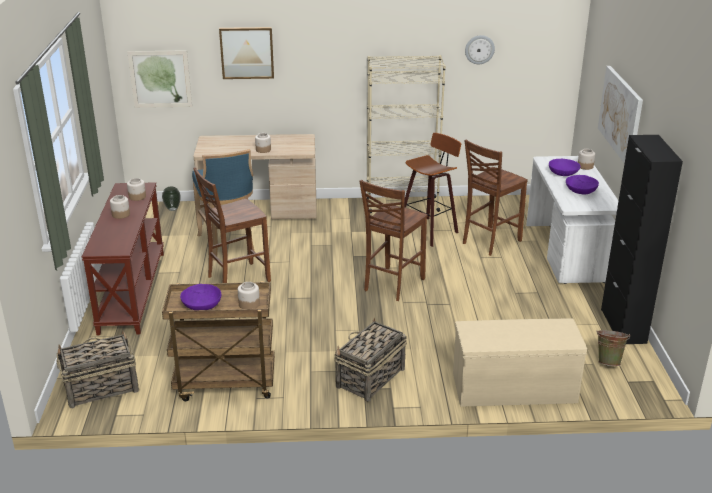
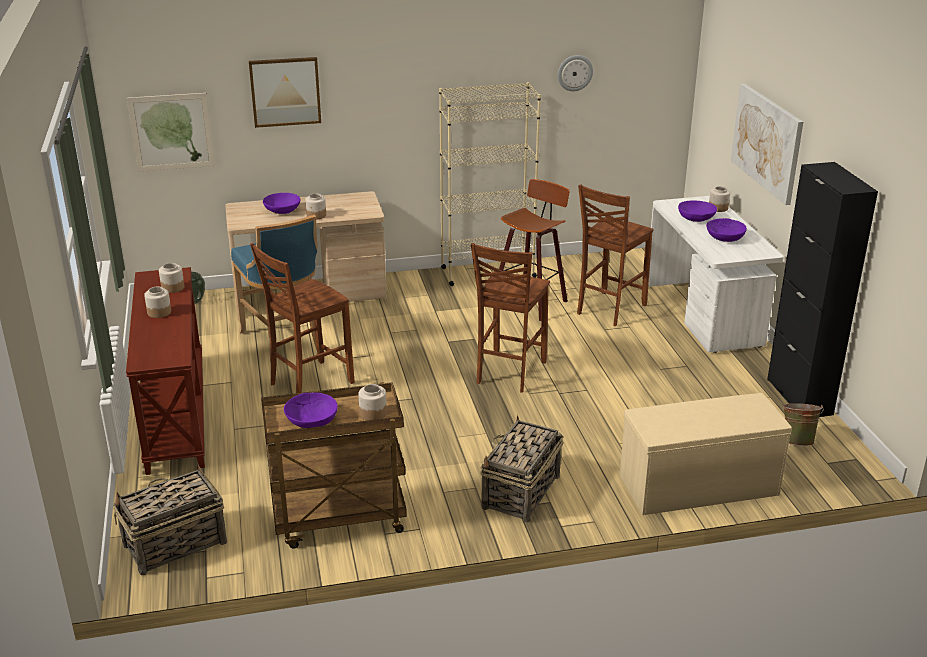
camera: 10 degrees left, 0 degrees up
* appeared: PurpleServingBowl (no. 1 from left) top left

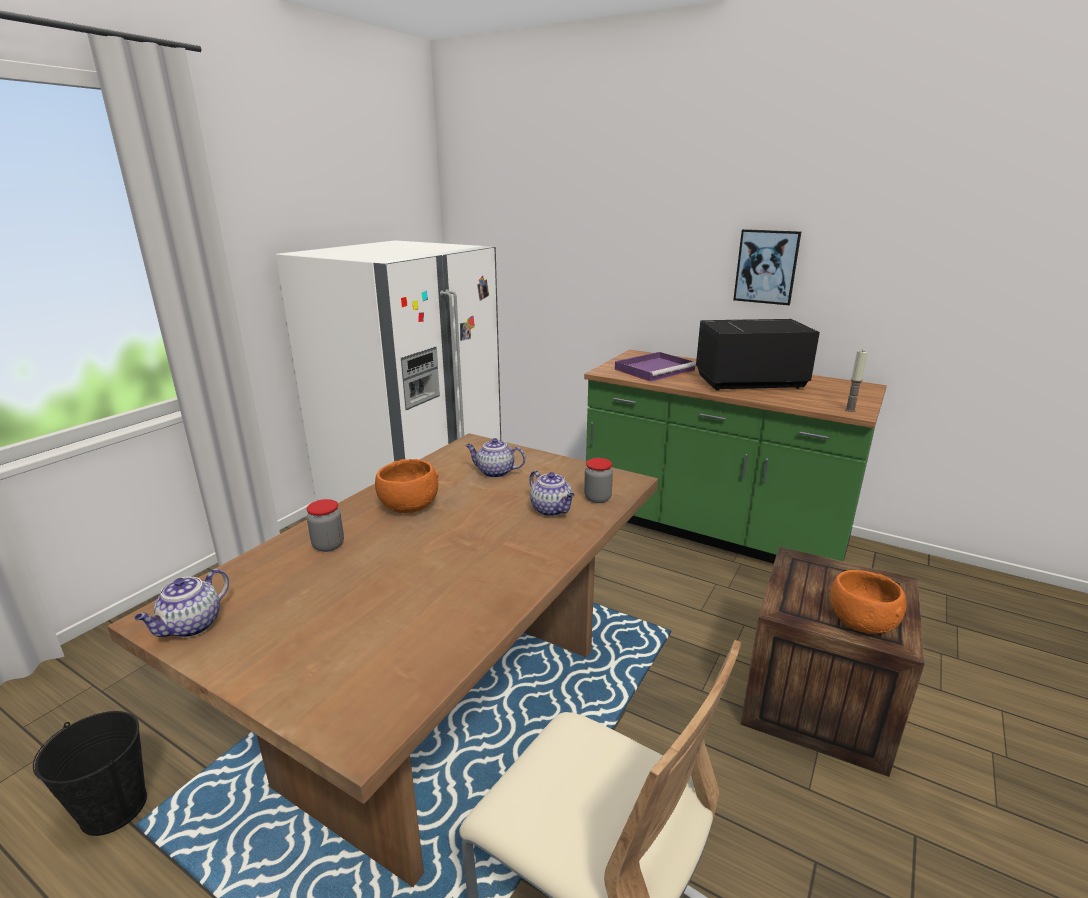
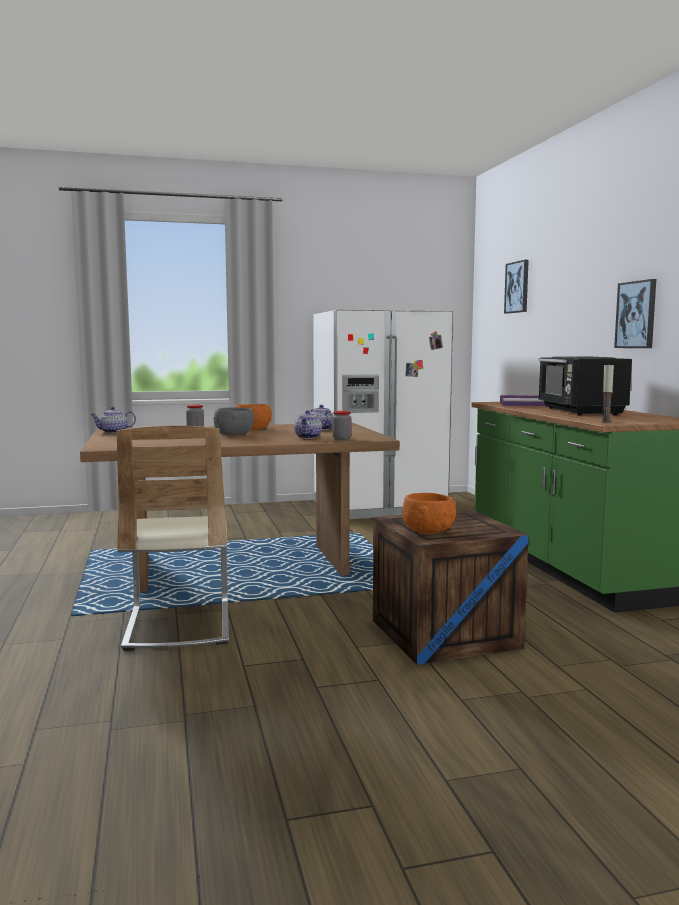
camera: 45 degrees right, 15 degrees down
* spun: BlackKitchenMicrowave middle right = middle right 135 degrees counterclockwise
* missing: BlackWaterBucket bottom left
* appeared: WallPicture (no. 1 from left) top right
* appeared: GreyServingBowl centre

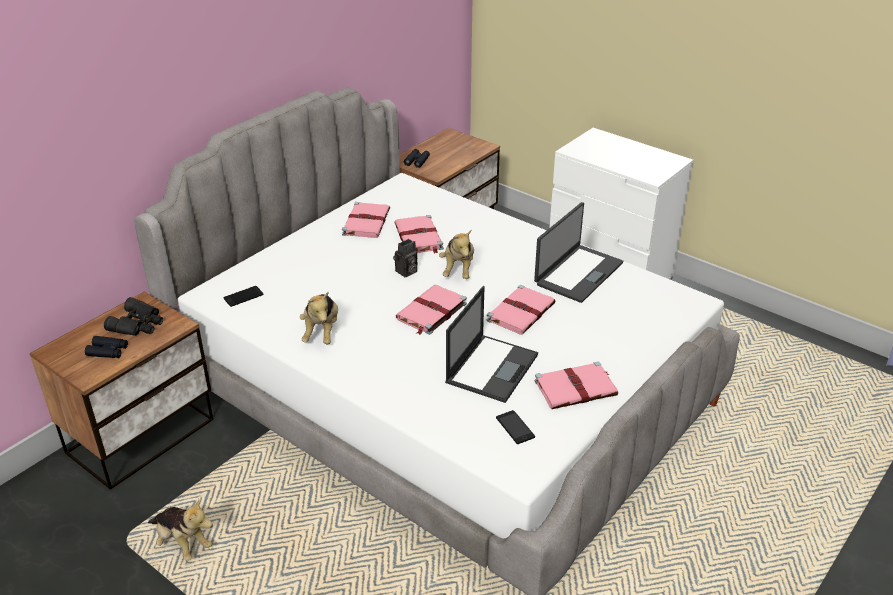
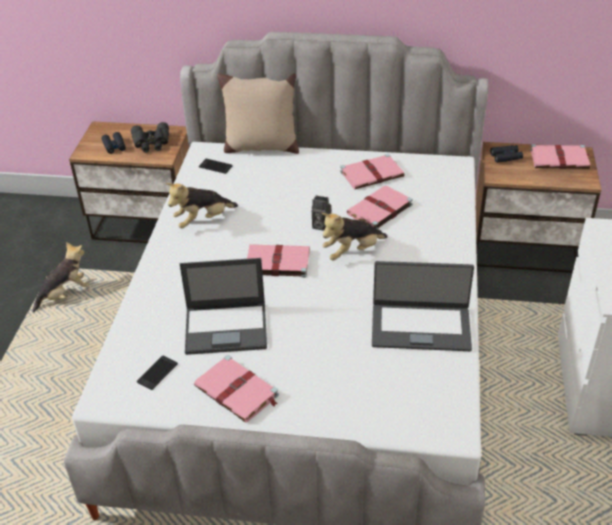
camera: 60 degrees right, 5 degrees up
* relocated: PinkColouredBook (no. 4 from left in the first image) centre to PinkColouredBook (no. 5 from left) top right
* spun: CuddlyToy (no. 1 from left) bottom left = middle left 135 degrees counterclockwise
* appeared: BeigeColouredCushion top centre

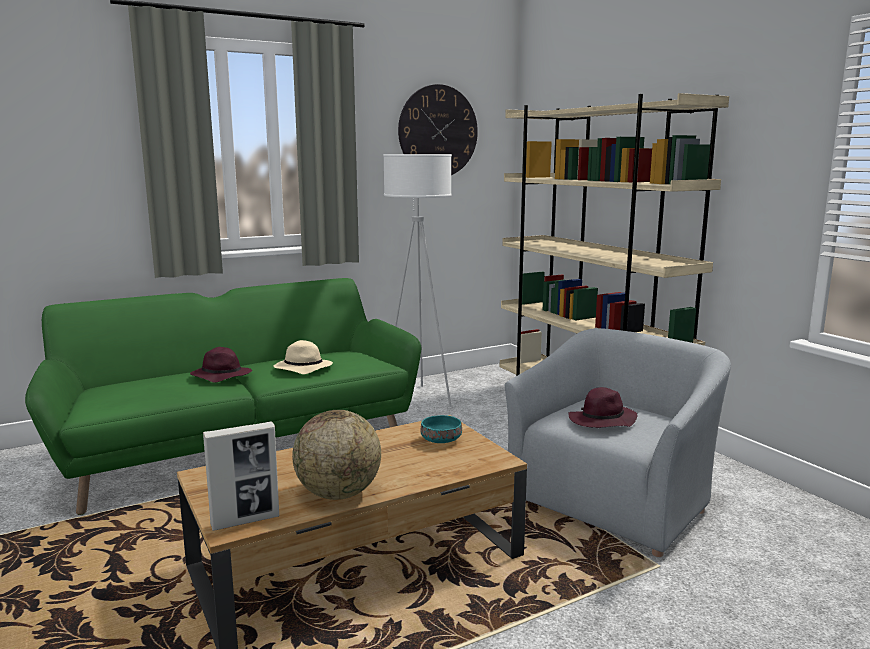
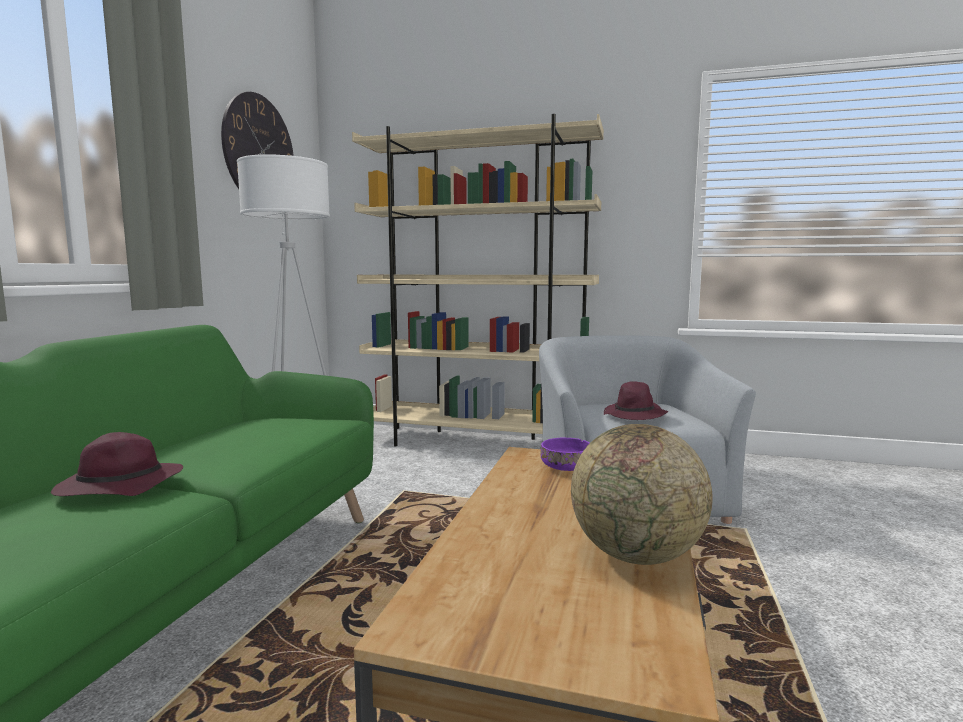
camera: 45 degrees left, 5 degrees down
* missing: BeigeColouredWearableHat centre
* colour: BlueGreenServingBowl centre to PurpleServingBowl centre
* missing: PhotoFrame bottom left

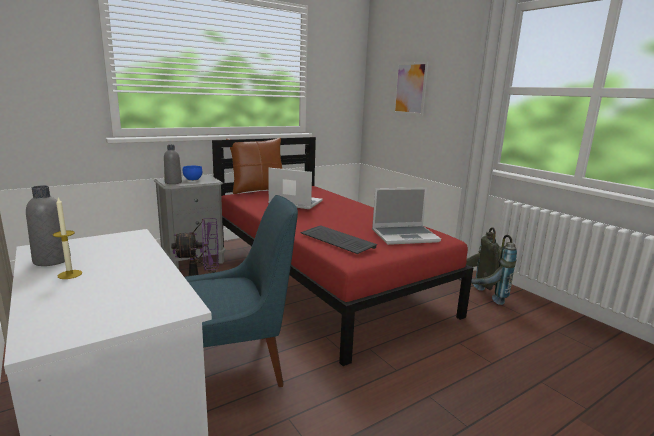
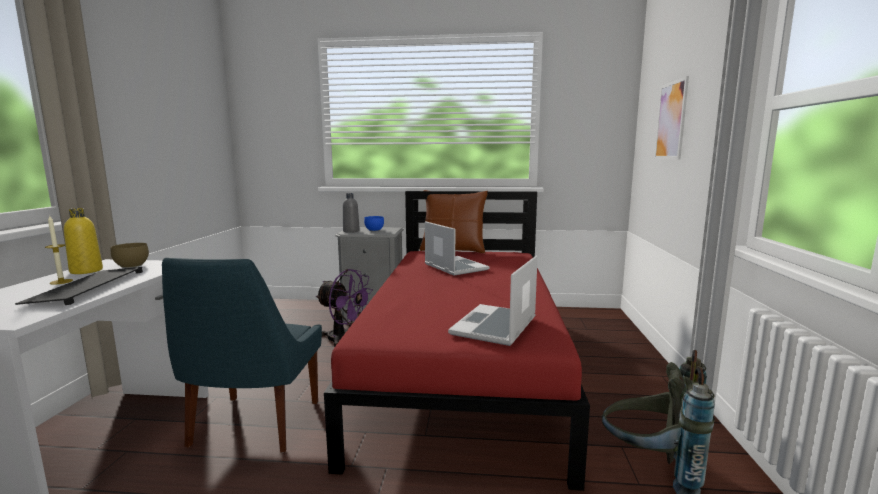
camera: 40 degrees right, 5 degrees down
* colour: GreyBottle (no. 1 from left) middle left to YellowBottle middle left
* spun: Laptop (no. 2 from left) centre = centre 90 degrees clockwise
* spun: BluishPlainChair bottom centre = bottom left 75 degrees clockwise
* relocated: PcKeyboard centre to middle left
* appeared: BrownServingBowl middle left

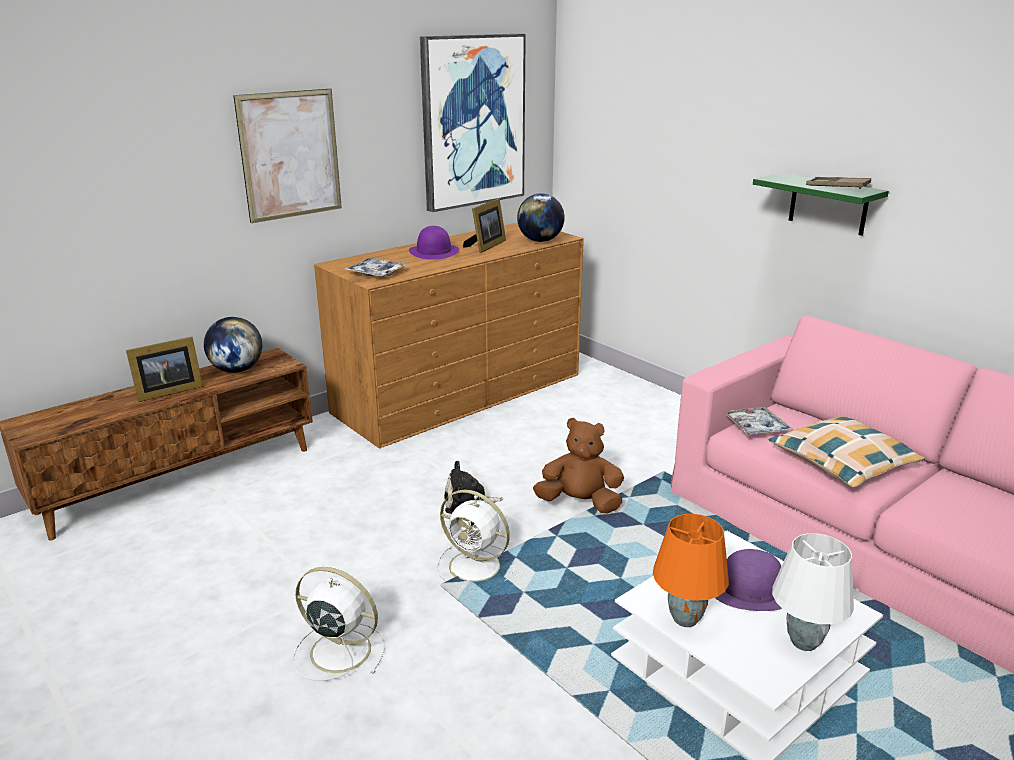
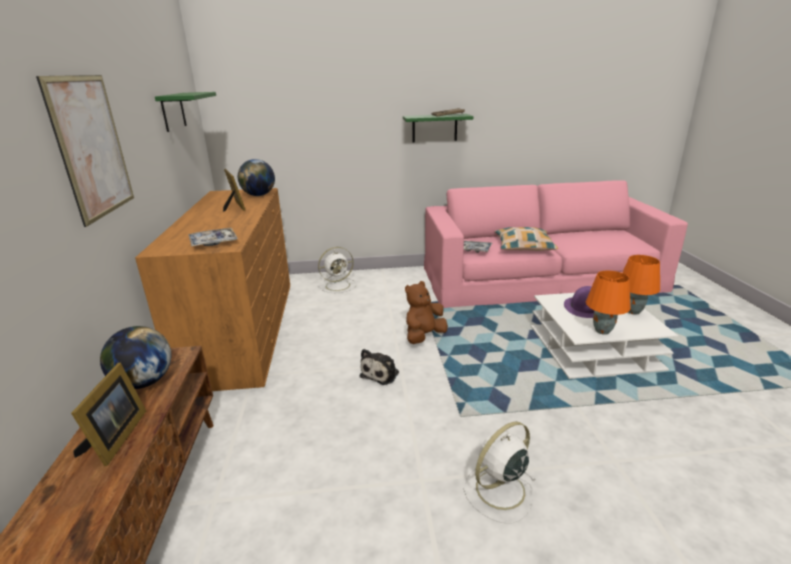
camera: 55 degrees left, 0 degrees up
* exchanged: WallPicture (no. 2 from left) top centre to GreenishShelf (no. 1 from left) top left
* missing: PurpleWearableHat (no. 1 from left) top centre
* relocated: WhiteColouredCoolingFan (no. 2 from left in the first image) bottom centre to WhiteColouredCoolingFan (no. 1 from left) centre
* colour: WhiteColouredLampForATable bottom right to OrangeLampForATable (no. 2 from left) middle right

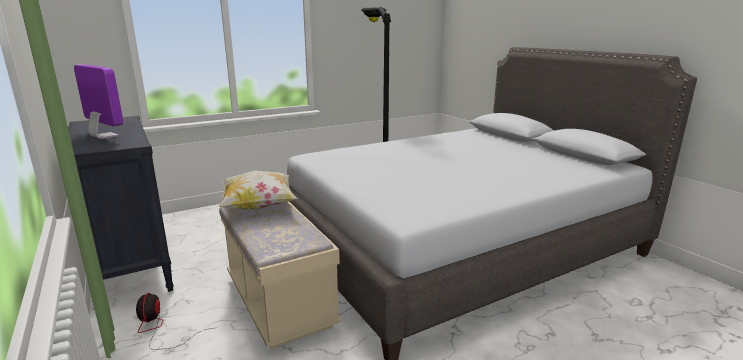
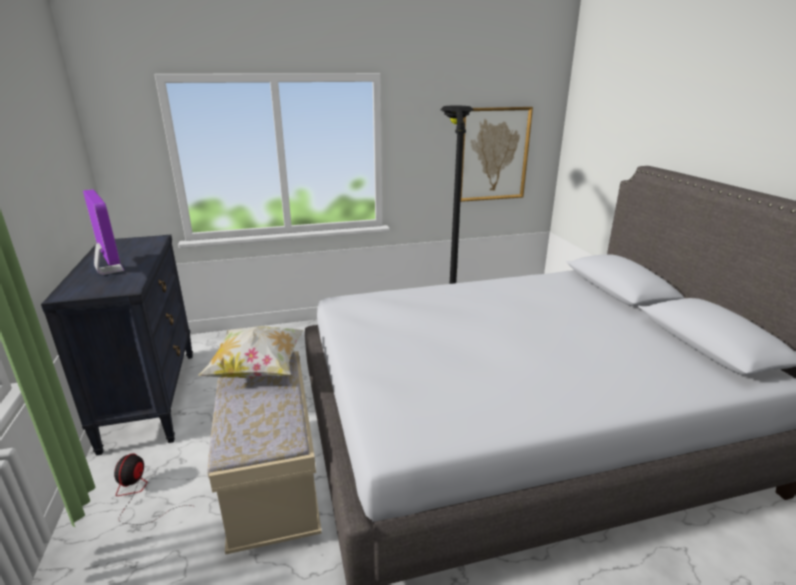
camera: 15 degrees right, 5 degrees up
* appeared: WallPicture top centre

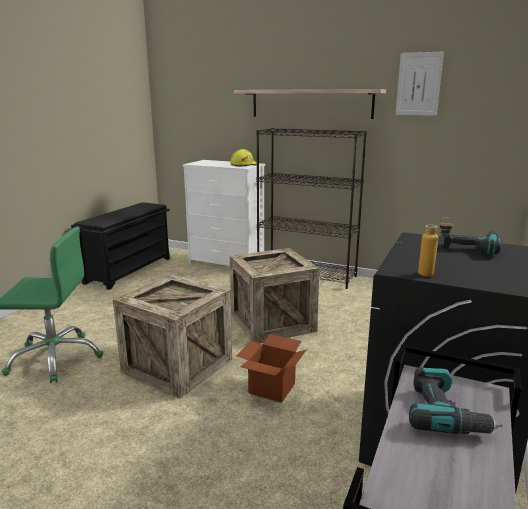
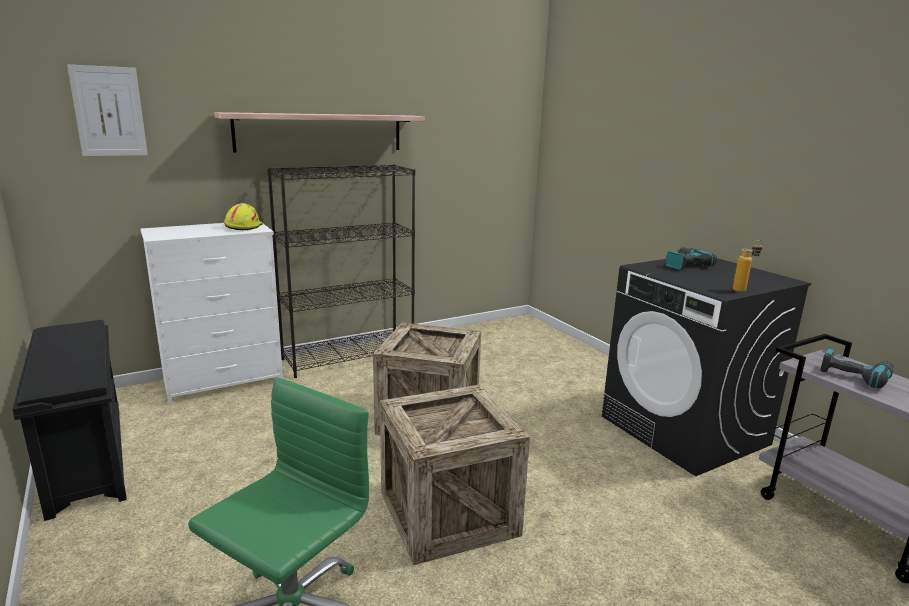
camera: 55 degrees left, 0 degrees up
* relocated: WallPicture top right to top left
* missing: Carton bottom centre

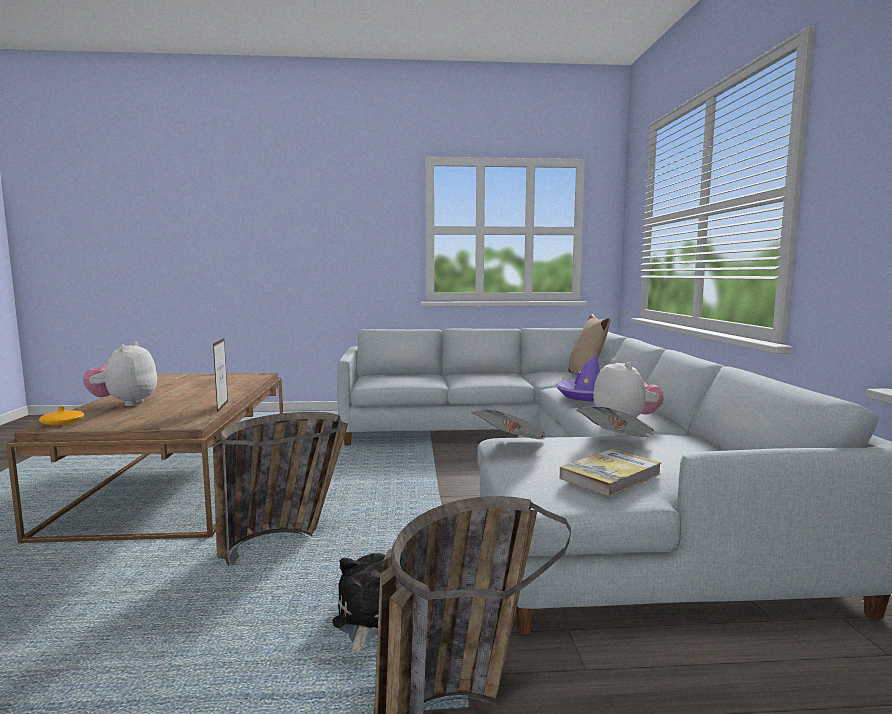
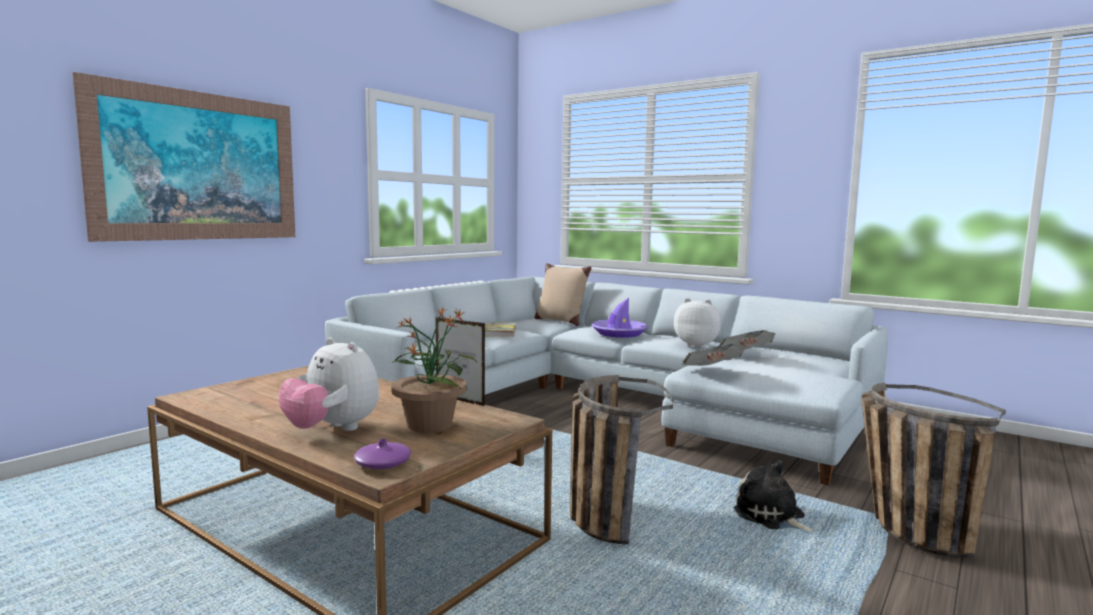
camera: 50 degrees left, 0 degrees up
* colour: OrangeDecorativeVase middle left to PurpleDecorativeVase bottom centre
* relocated: Book middle right to centre
* appeared: WallPicture top left
* appeared: Houseplant centre

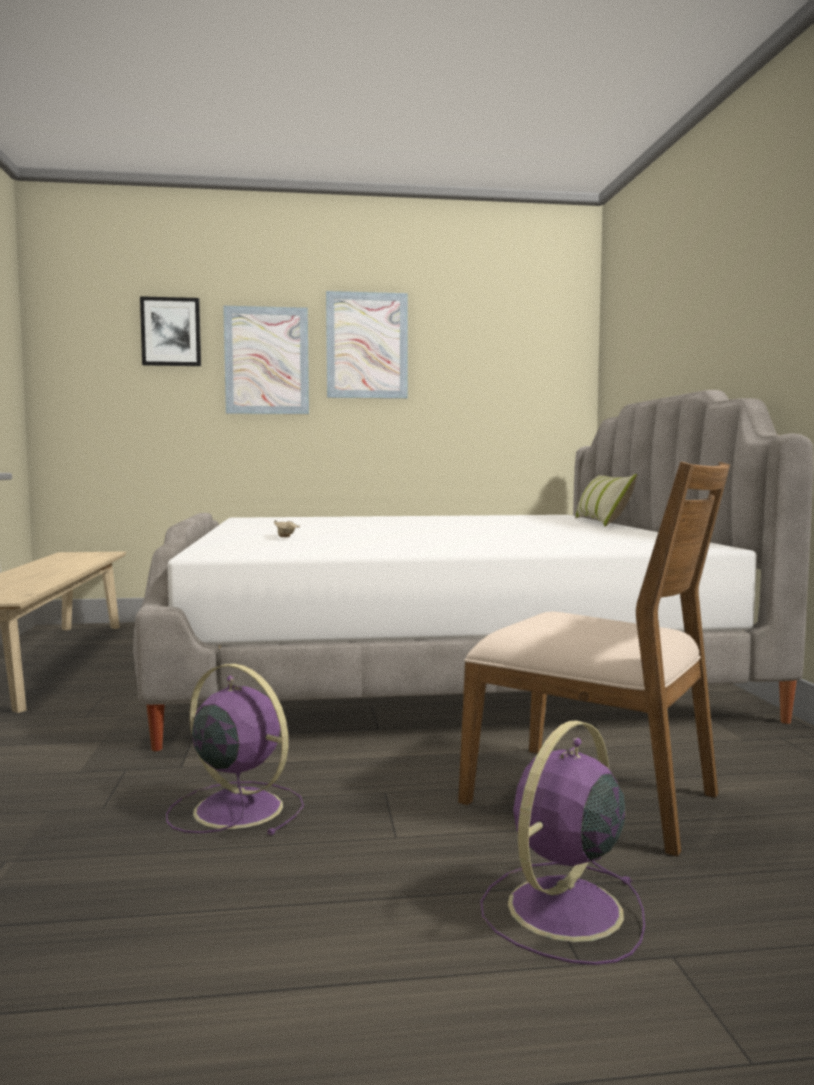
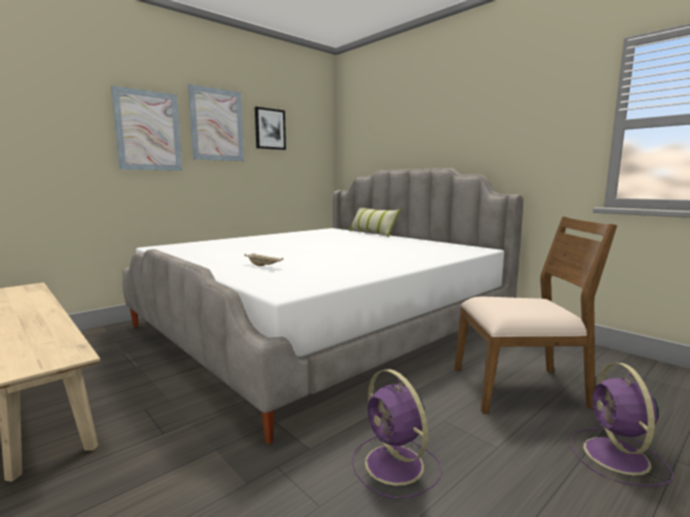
camera: 35 degrees left, 5 degrees up
* relocated: WallPicture (no. 1 from left in the first image) top left to WallPicture (no. 3 from left) top centre
* spun: PurpleCoolingFan (no. 1 from left) bottom left = bottom centre 120 degrees counterclockwise

